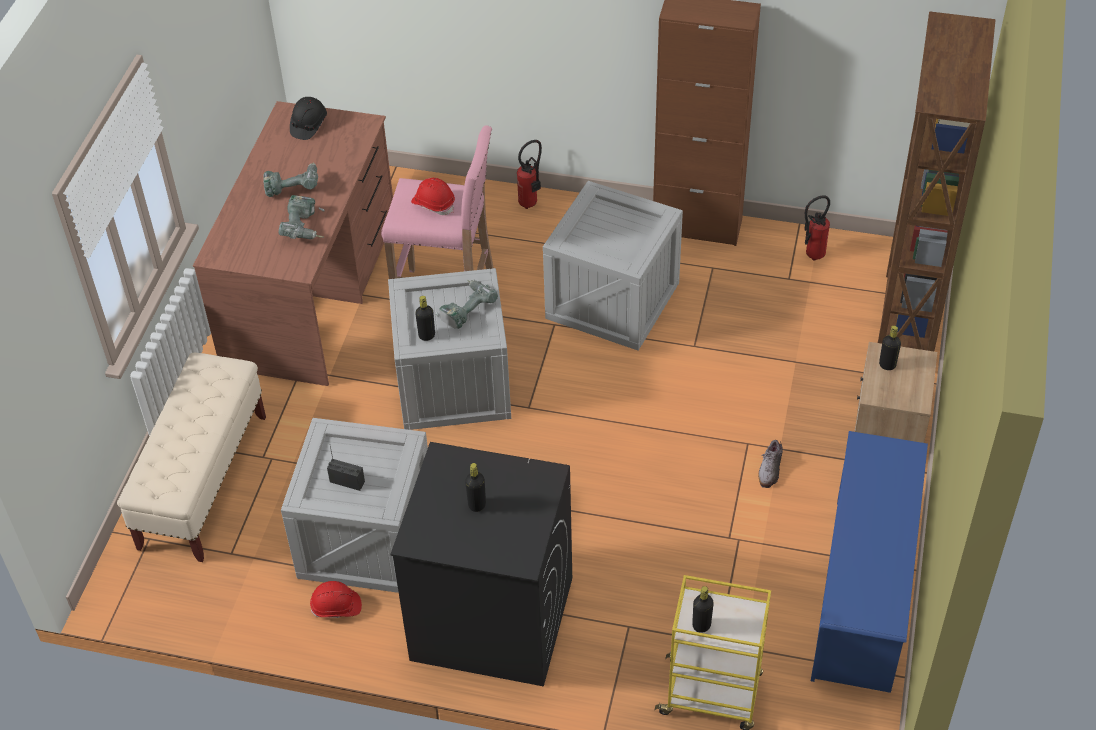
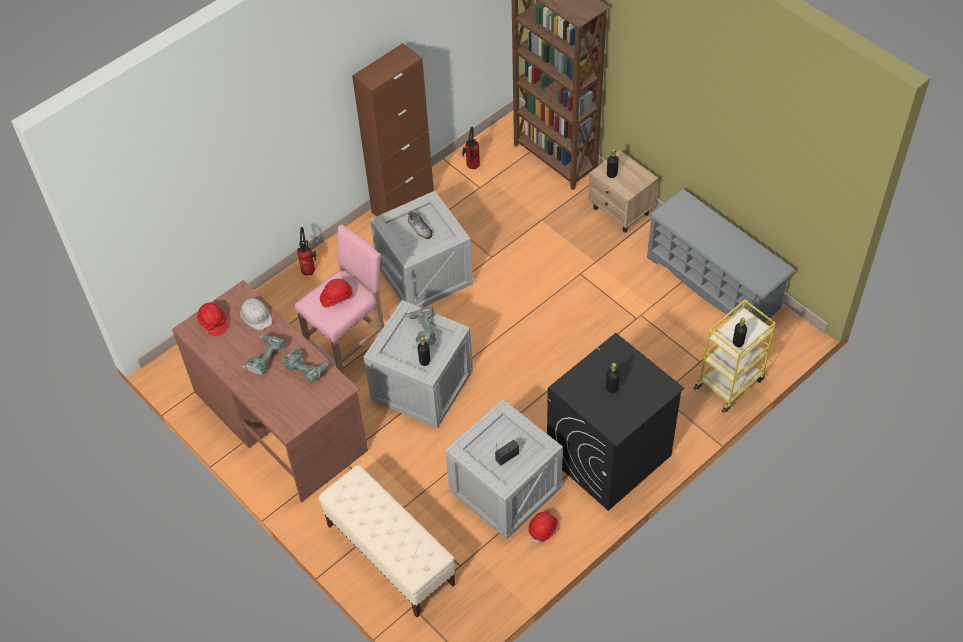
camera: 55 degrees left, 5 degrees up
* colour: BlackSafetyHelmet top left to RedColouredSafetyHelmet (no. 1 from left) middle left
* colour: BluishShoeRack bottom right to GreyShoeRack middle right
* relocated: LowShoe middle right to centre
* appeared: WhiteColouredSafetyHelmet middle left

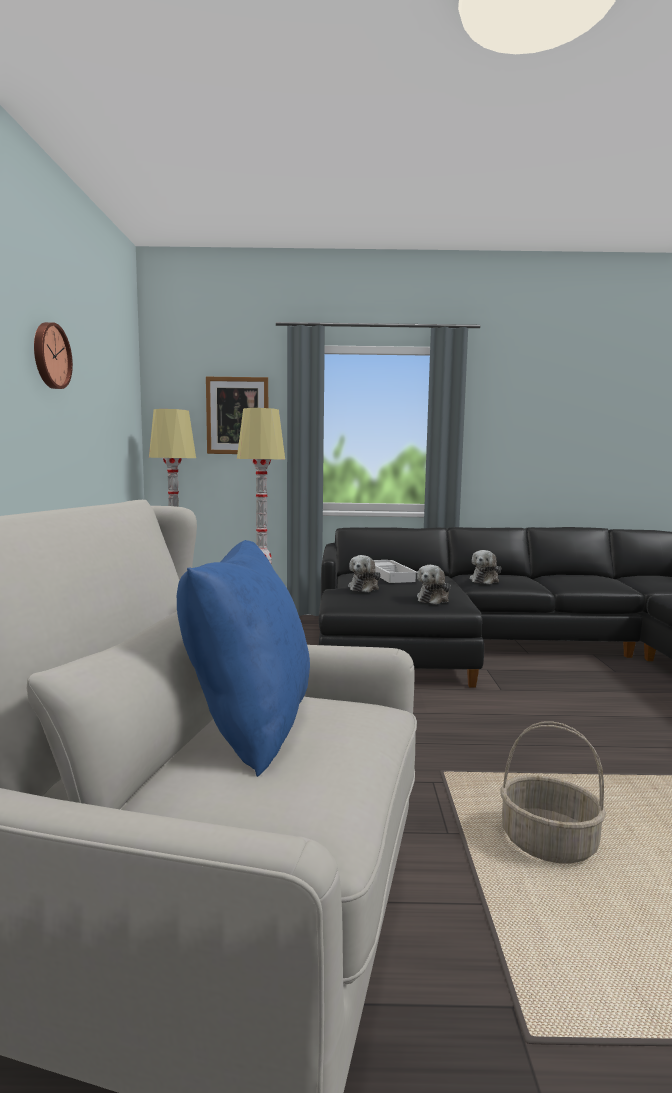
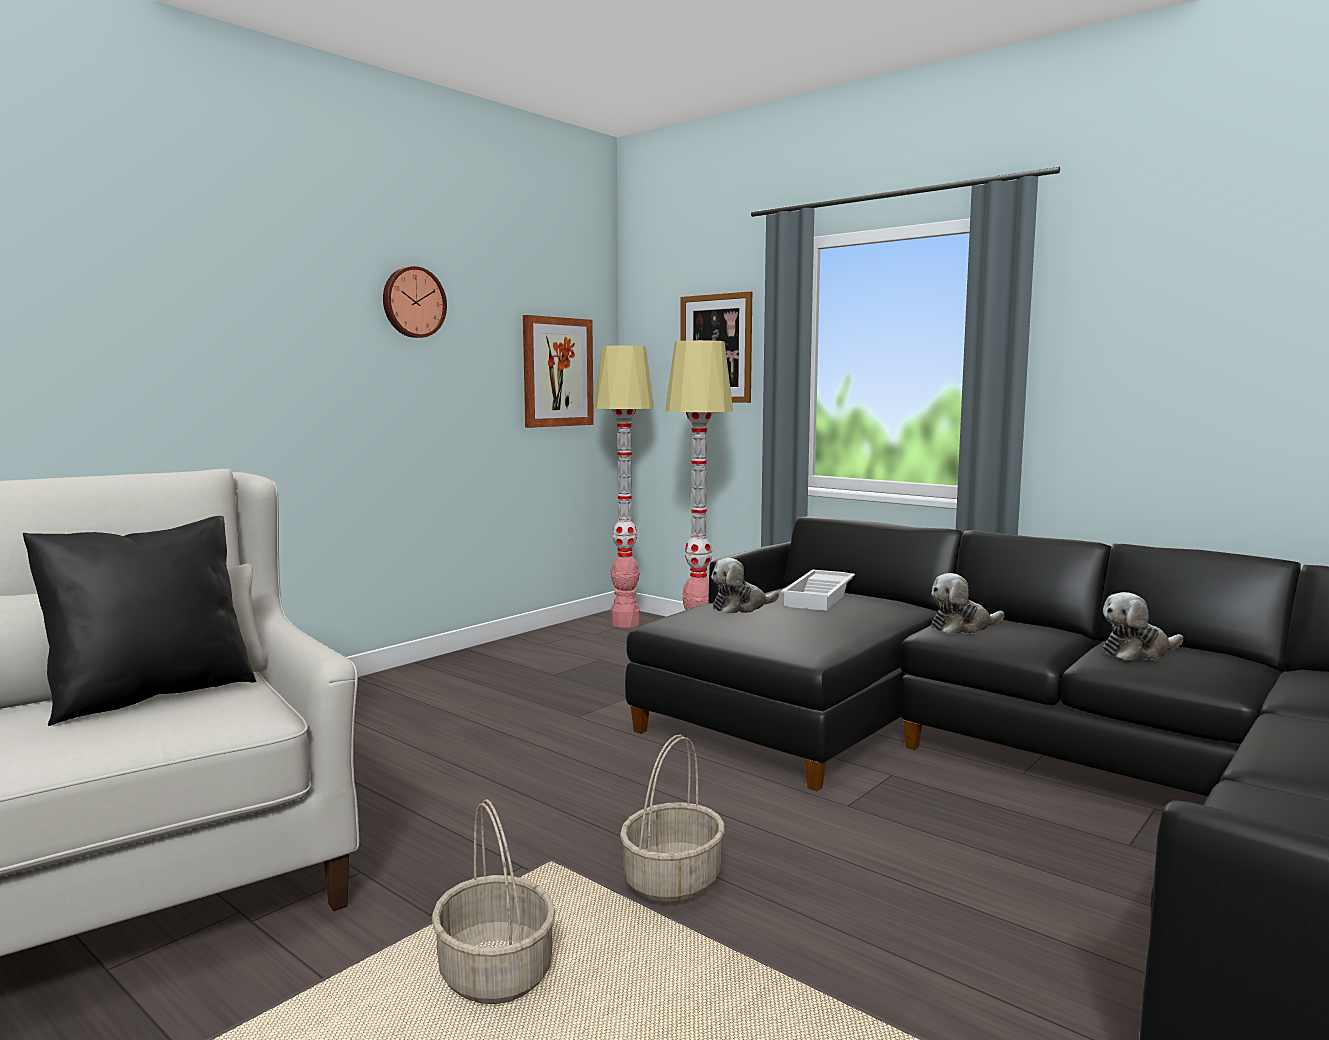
camera: 40 degrees right, 0 degrees up
* colour: BluishCushion centre to BlackCushion middle left
* relocated: CuddlyToy (no. 2 from left in the first image) centre to CuddlyToy (no. 3 from left) middle right
* appeared: WallPicture (no. 1 from left) centre
* appeared: StorageBasket (no. 2 from left) bottom centre

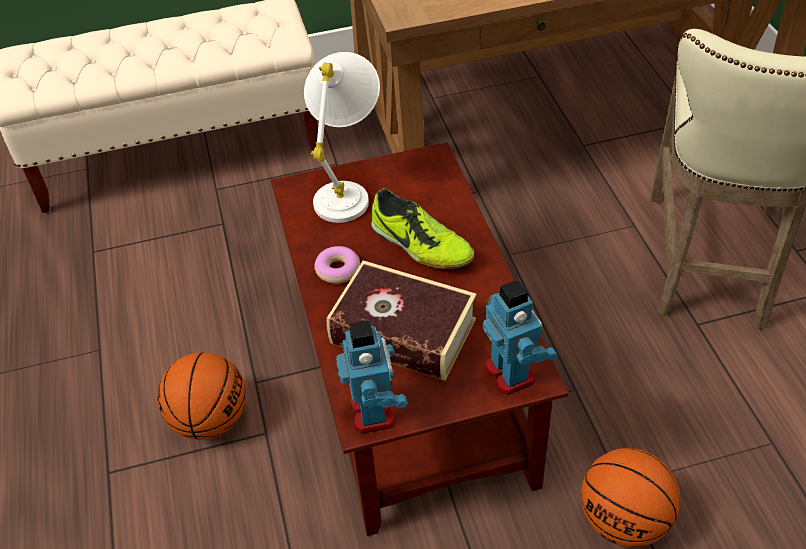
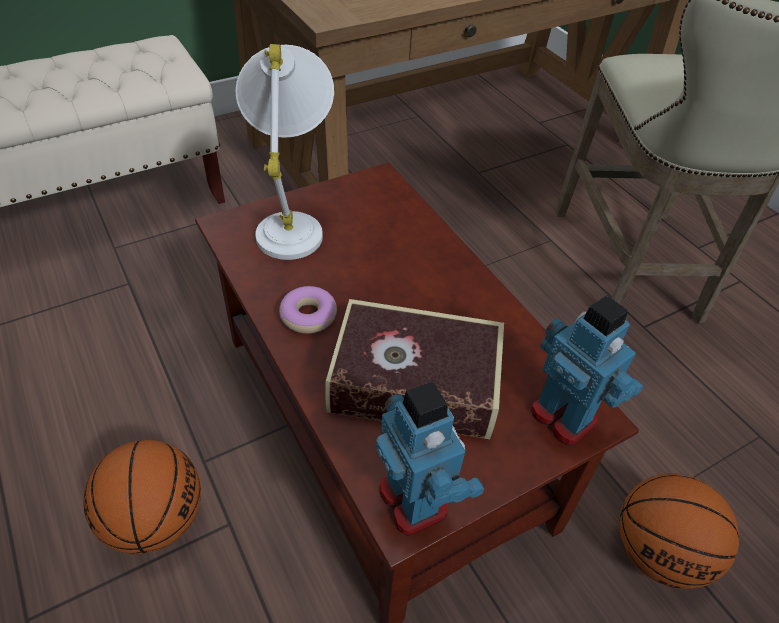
camera: 20 degrees left, 0 degrees up
* missing: LowShoe centre

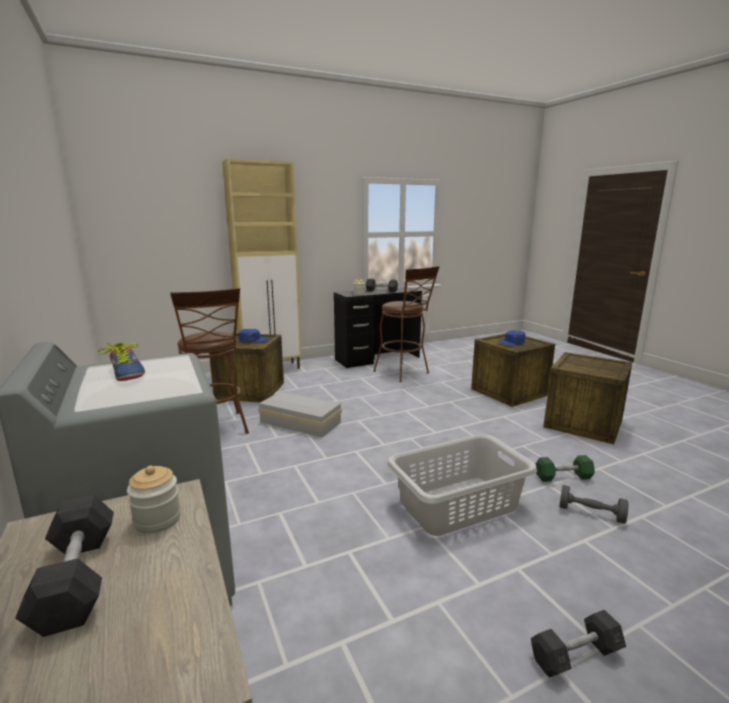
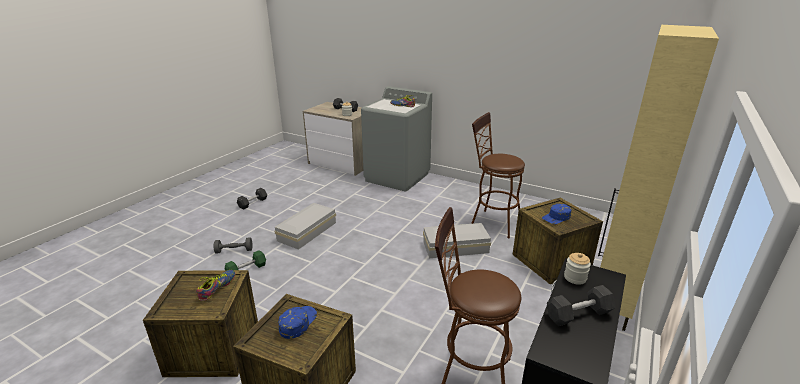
camera: 145 degrees right, 10 degrees up
* exchanged: GreyLaundryBasket bottom centre to WhiteColouredStorageBox (no. 1 from left) centre
* appeared: LowShoe (no. 1 from left) bottom left

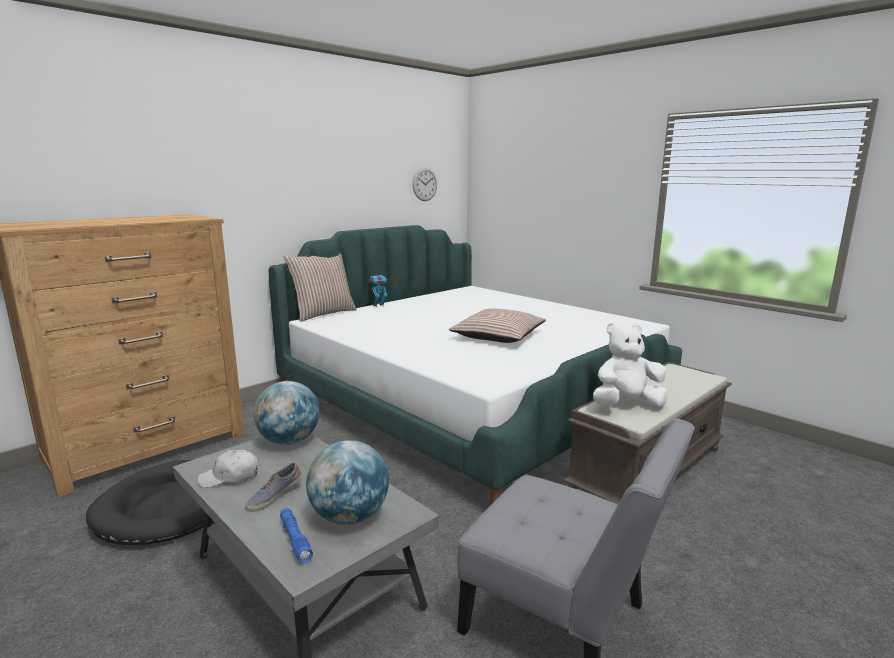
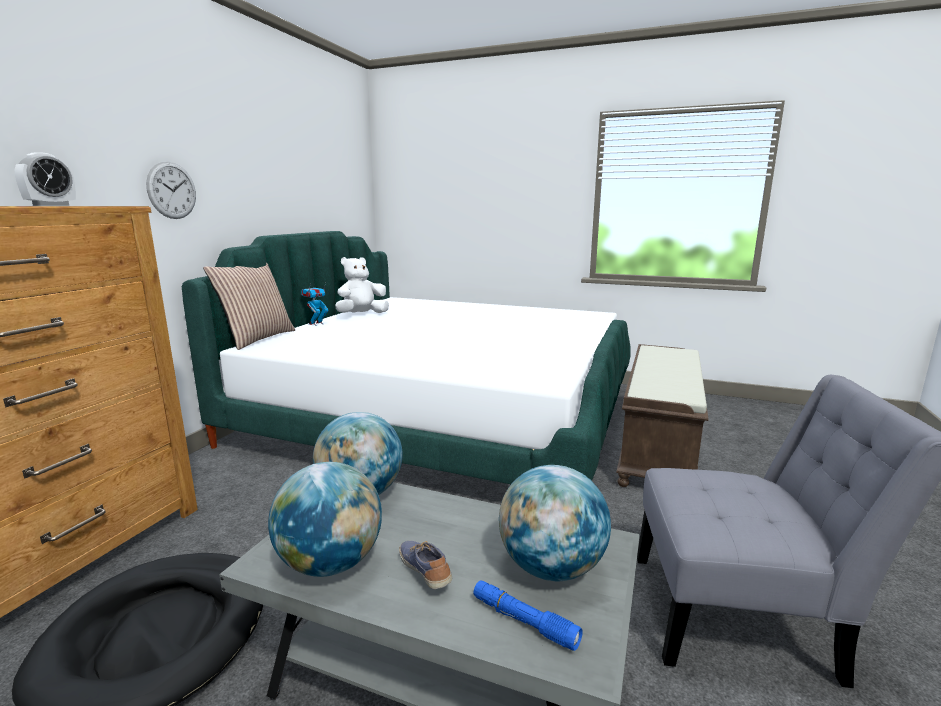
camera: 25 degrees left, 0 degrees up
* relocated: ClockOnTheWall top centre to top left
* missing: Cushion (no. 2 from left) centre
* relocated: WhiteColouredCuddlyToy middle right to centre
* exchanged: WhiteColouredCap bottom left to WorldGlobe (no. 1 from left) bottom centre
* spun: LowShoe bottom left = bottom centre 135 degrees clockwise
* appeared: AlarmClock top left

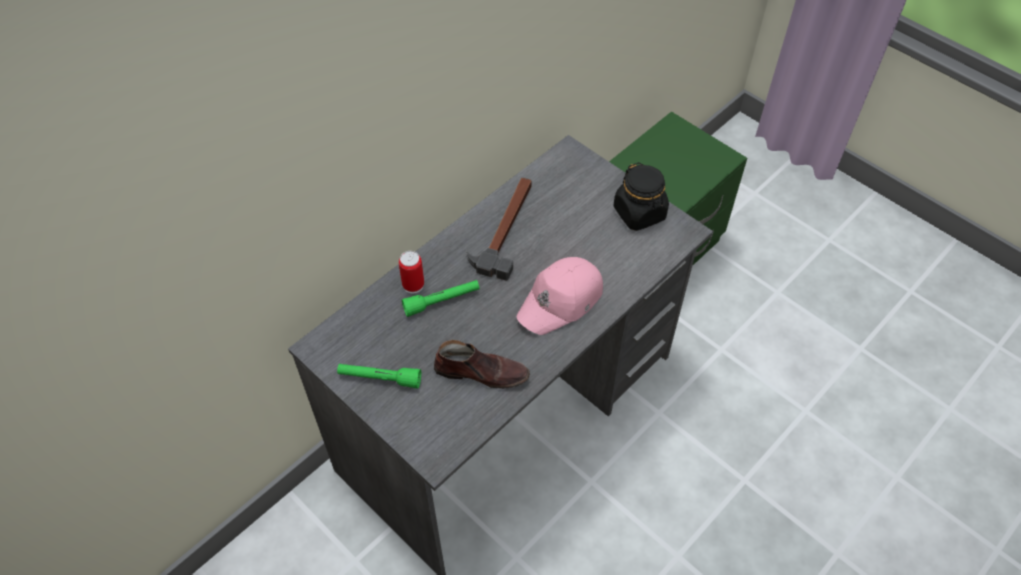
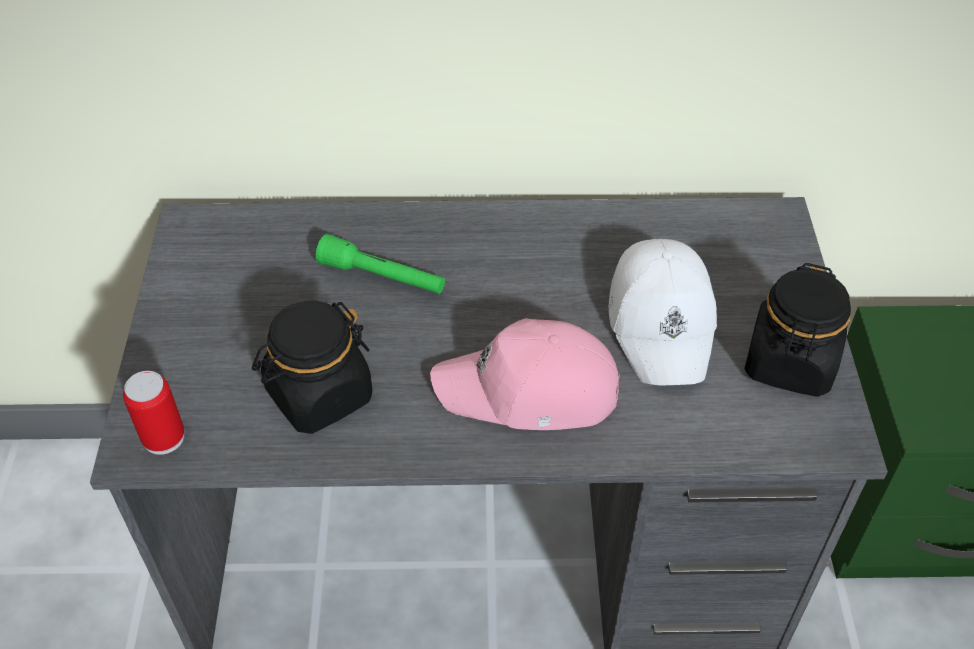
camera: 45 degrees right, 5 degrees down
* missing: HandHammer centre
* relocated: SealedCan centre to middle left
* exchanged: BrownLowShoe centre to BlackPreserveJar (no. 1 from left) middle left
* missing: GreenishHandTorch (no. 1 from left) centre
* appeared: WhiteColouredCap middle right

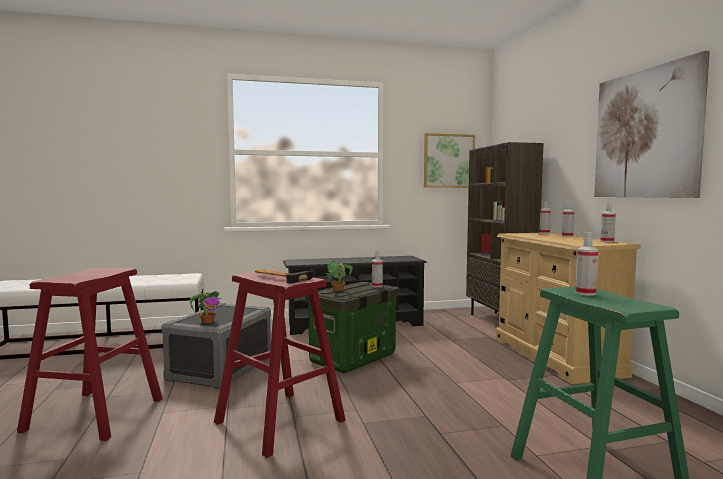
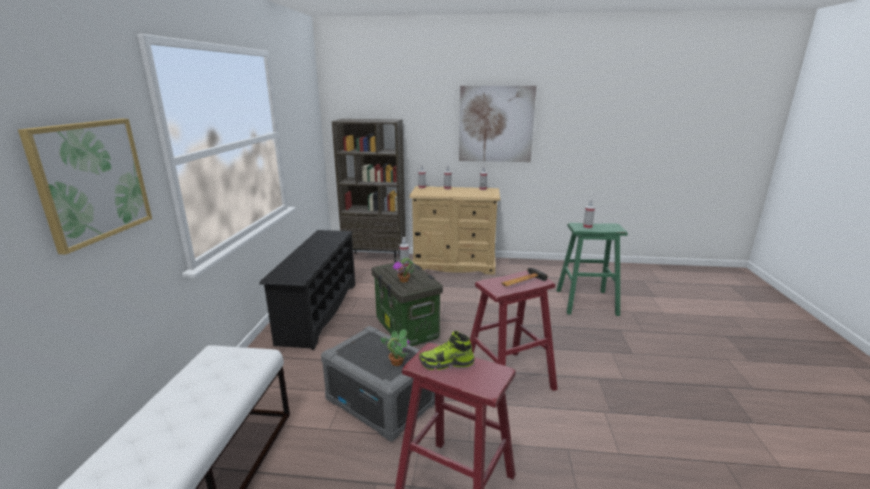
camera: 70 degrees left, 15 degrees up
* relocated: WallPicture (no. 1 from left) centre to middle left
* appeared: LowShoe bottom centre

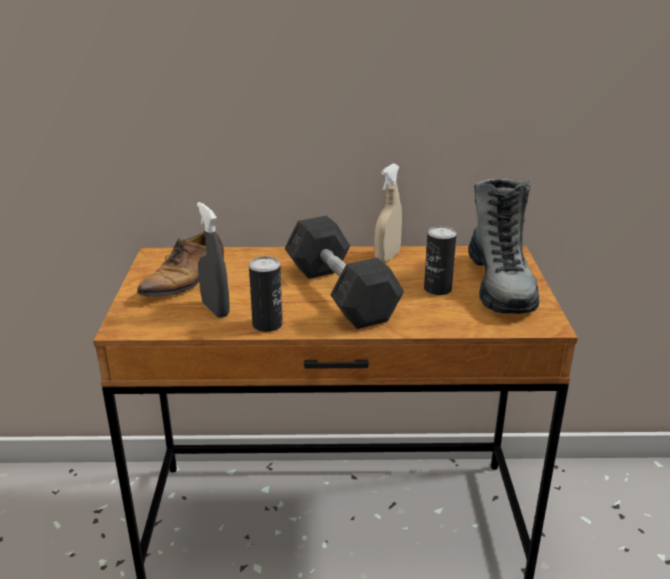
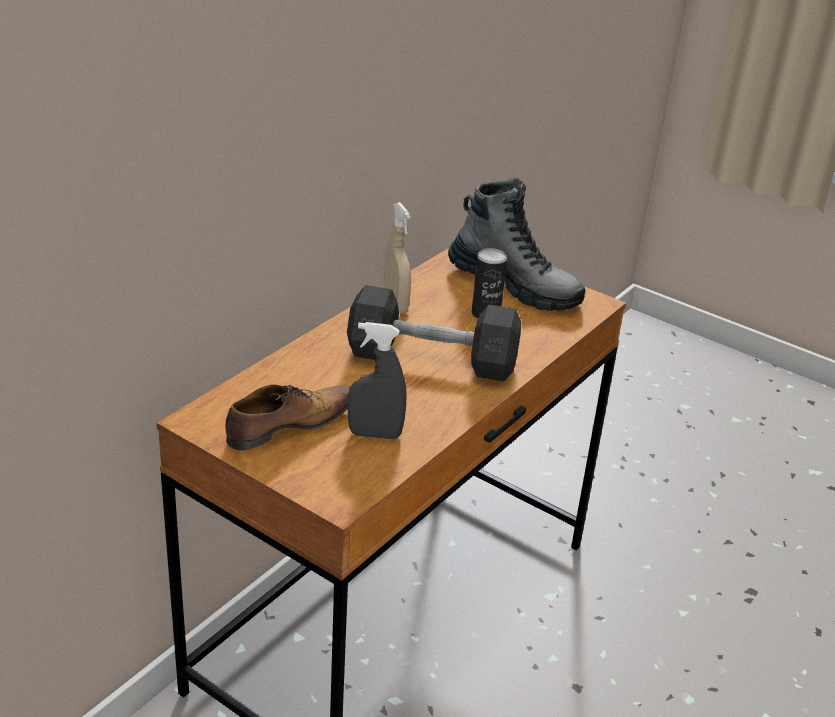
camera: 55 degrees left, 5 degrees up
* spun: LowShoe middle left = centre 105 degrees counterclockwise
* missing: SealedCan (no. 1 from left) centre

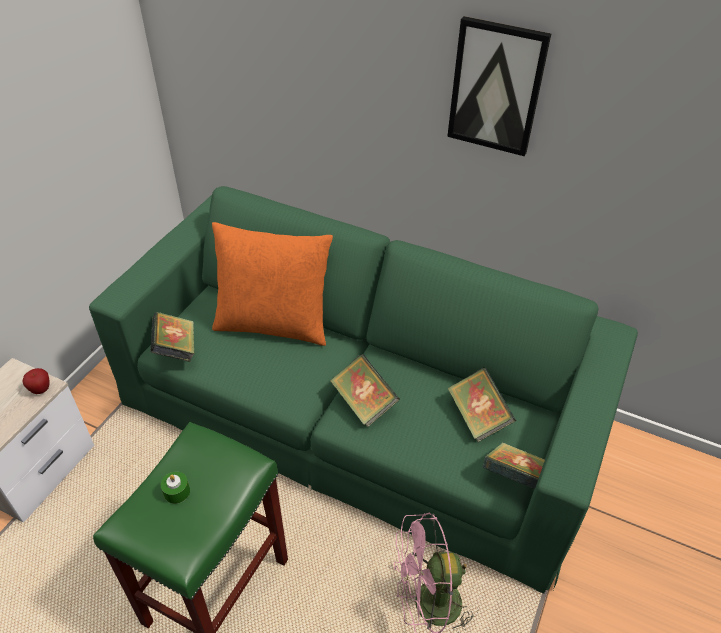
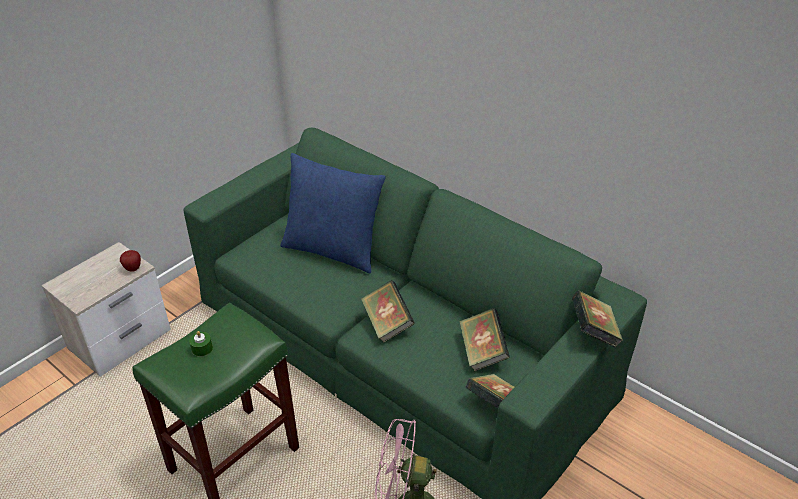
camera: 15 degrees right, 5 degrees down
* missing: WallPicture top right
* colour: OrangeCushion centre to BluishCushion centre
* relocated: Book (no. 1 from left in the first image) middle left to Book (no. 4 from left) middle right

